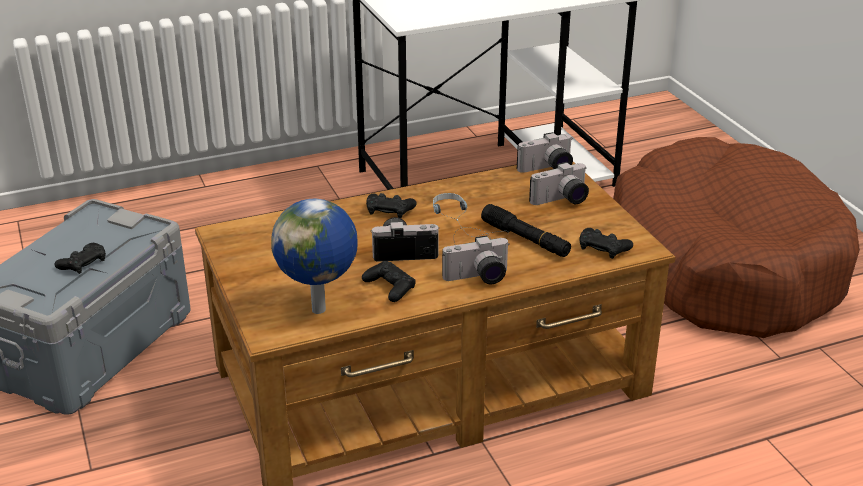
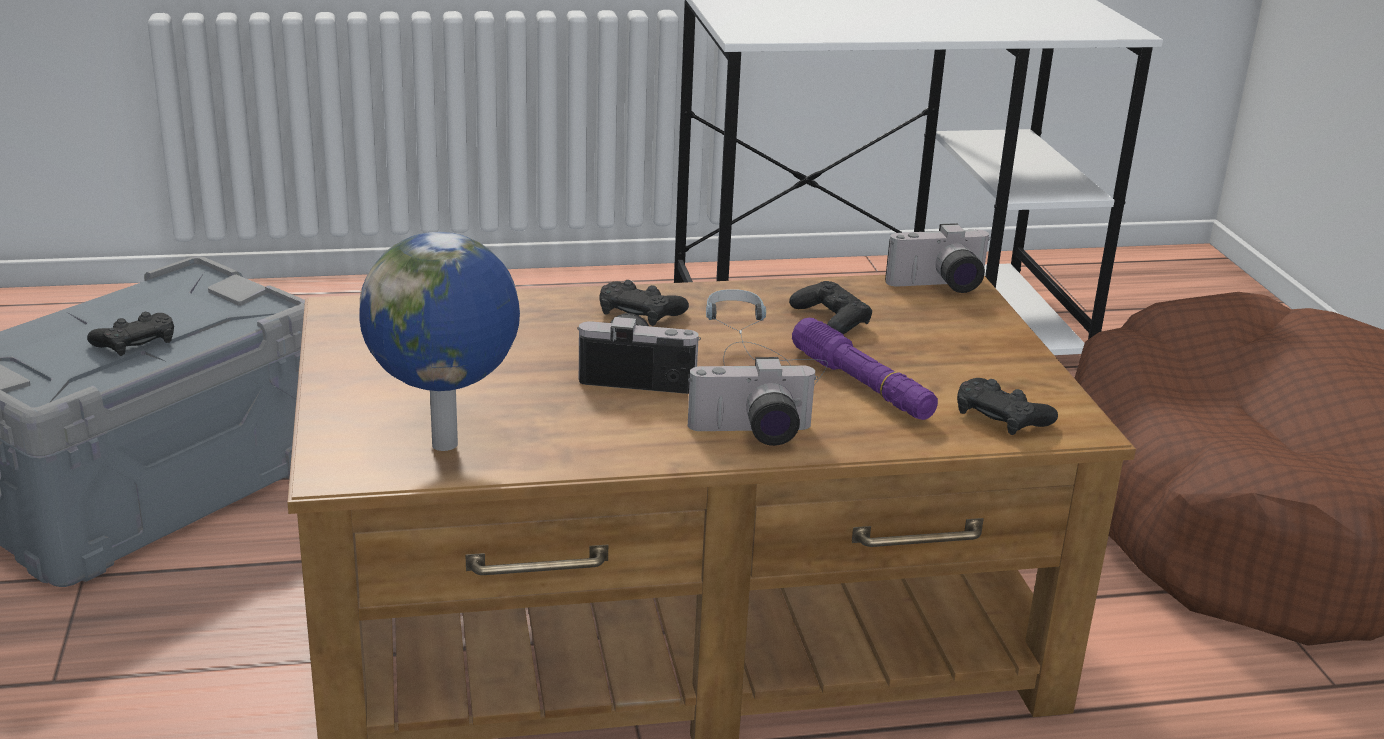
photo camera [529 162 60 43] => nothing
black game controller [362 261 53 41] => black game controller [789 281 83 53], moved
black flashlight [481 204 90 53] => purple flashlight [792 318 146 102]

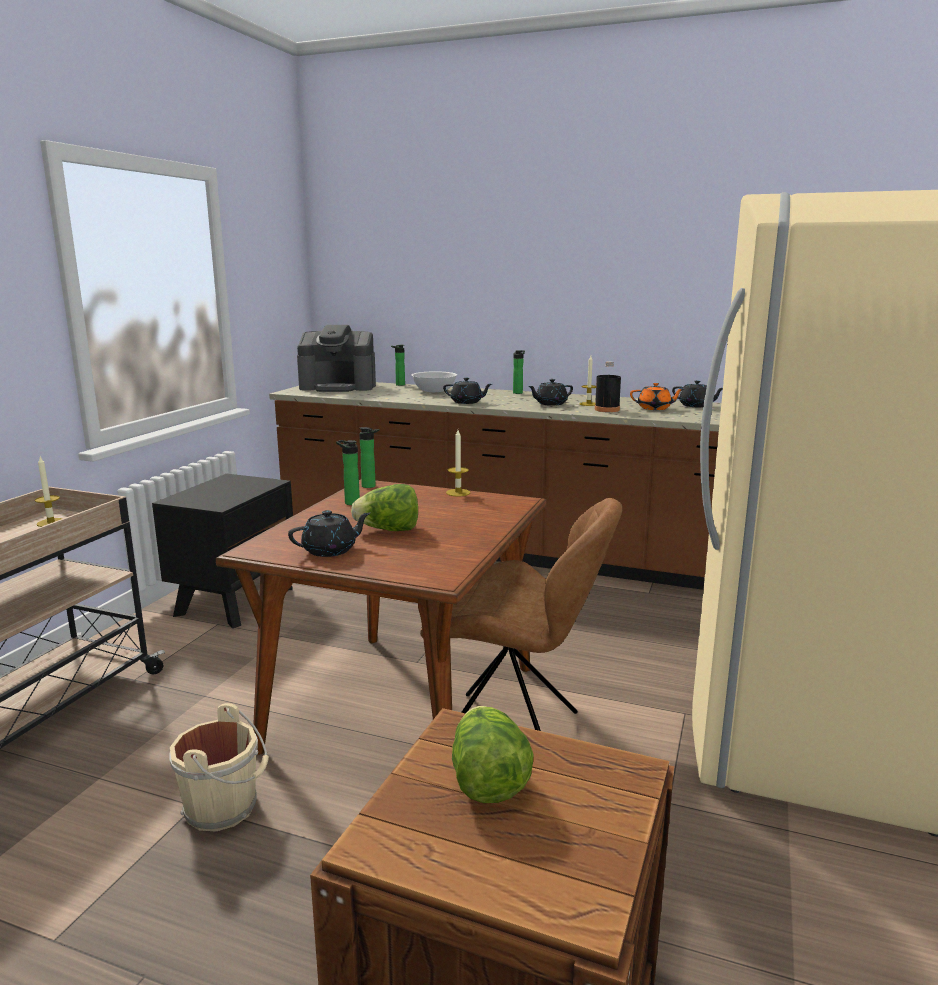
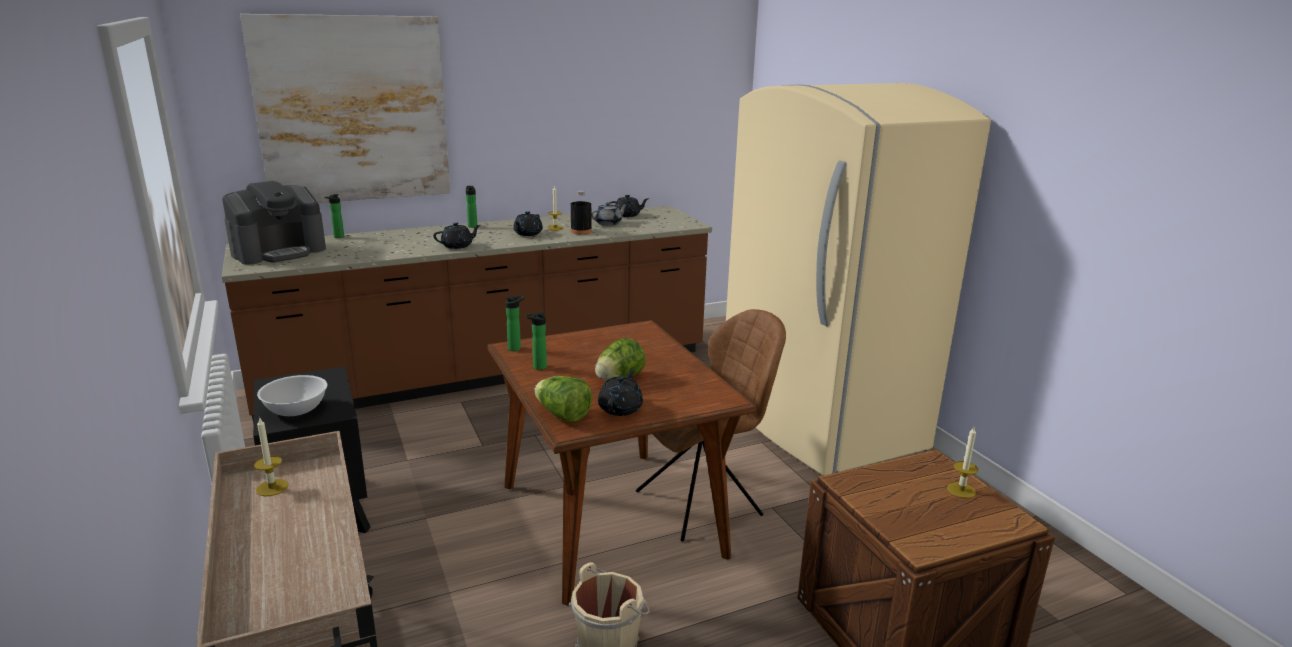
nothing => picture [240 14 210 189]
white bowl [412 371 45 21] => white bowl [257 375 70 41], moved
candle [446 430 24 66] => candle [947 427 31 71], moved
lettuce [452 706 82 97] => lettuce [534 376 58 47], moved
orange teapot [630 383 54 27] => grey teapot [591 202 36 24]

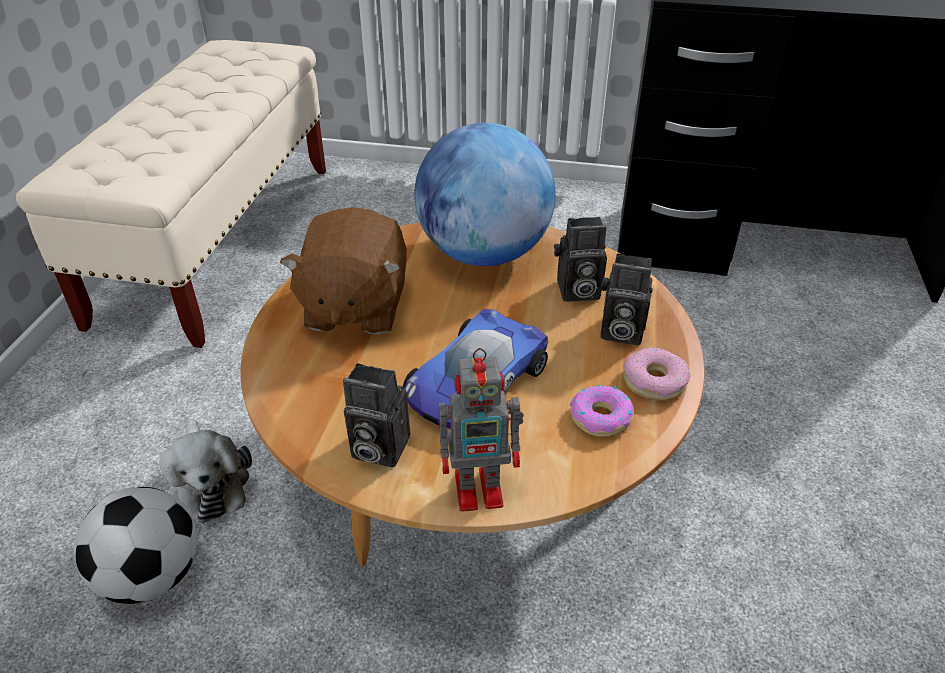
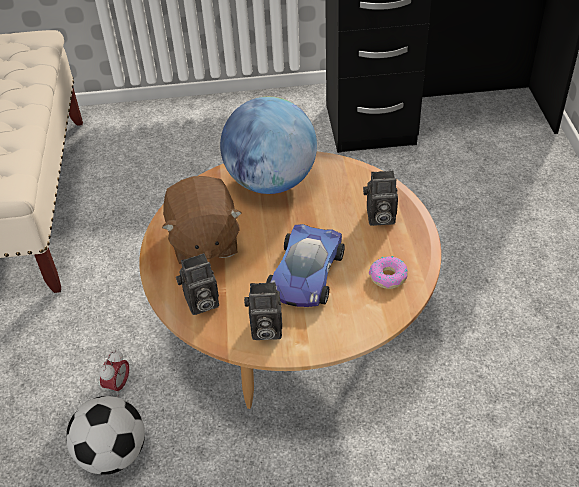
toy robot [439 348 85 164] => nothing
donut [623 347 67 54] => nothing
photo camera [554 217 53 85] => photo camera [176 253 43 62], moved
plush toy [159 419 93 104] => alarm clock [99 349 30 47]

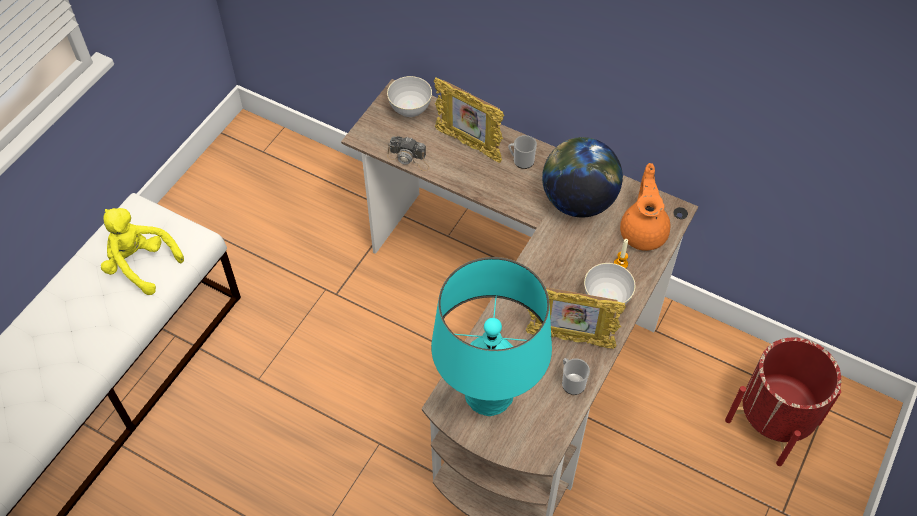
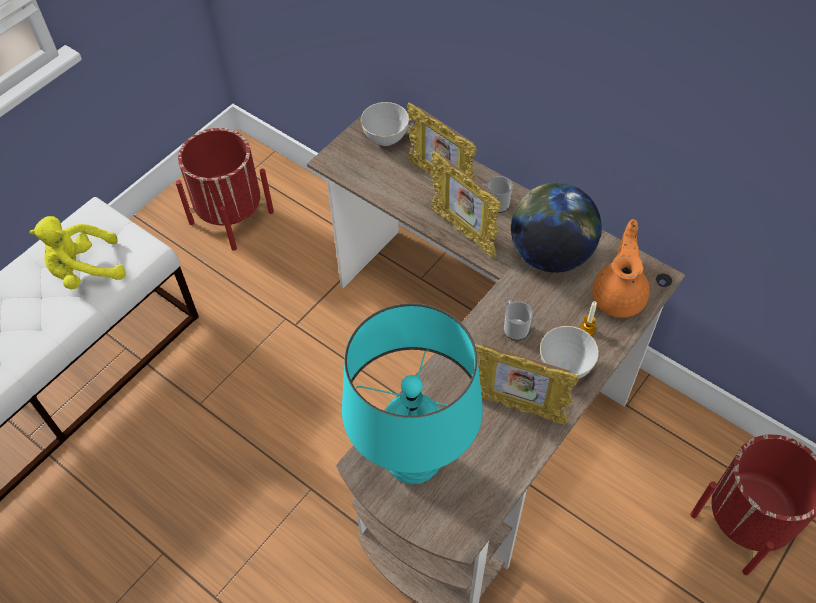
photo camera [387 136 43 35] => nothing
nothing => red planter [175 128 99 123]
nothing => picture frame [431 151 70 107]
mug [562 358 28 37] => mug [504 300 29 40], moved
yellow plush toy [101 208 83 87] => yellow plush toy [29 216 97 74], 60 degrees counterclockwise

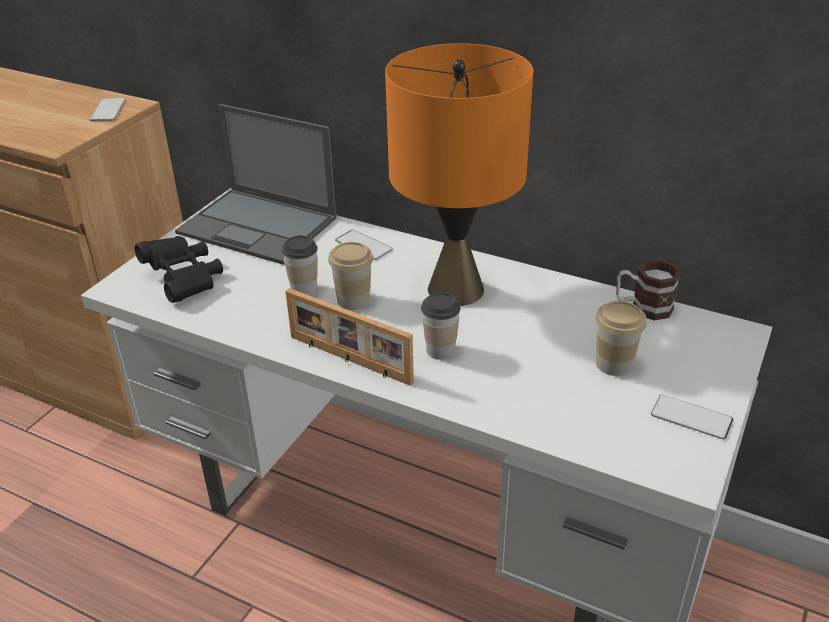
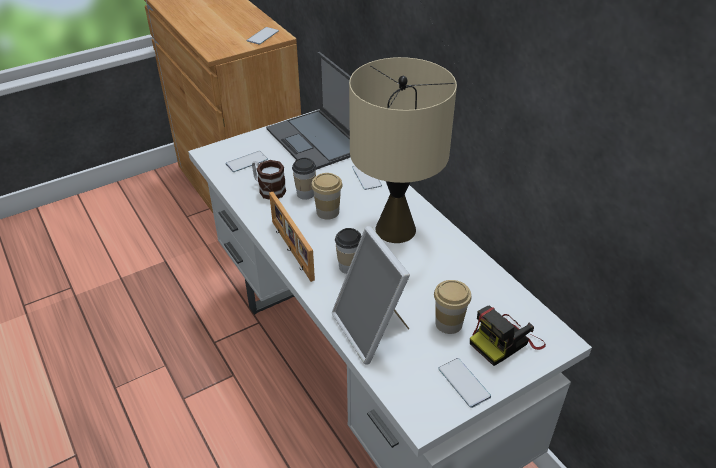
nothing => picture frame [332 226 78 139]
nothing => photo camera [470 306 76 60]
mug [616 259 65 61] => mug [252 160 34 40], moved
black binoculars [135 236 88 67] => phone [225 151 43 21]
orange table lamp [385 43 148 263] => beige table lamp [349 57 108 186]

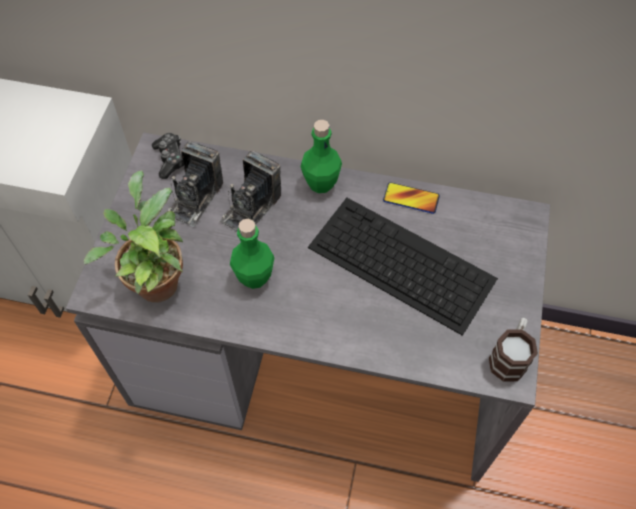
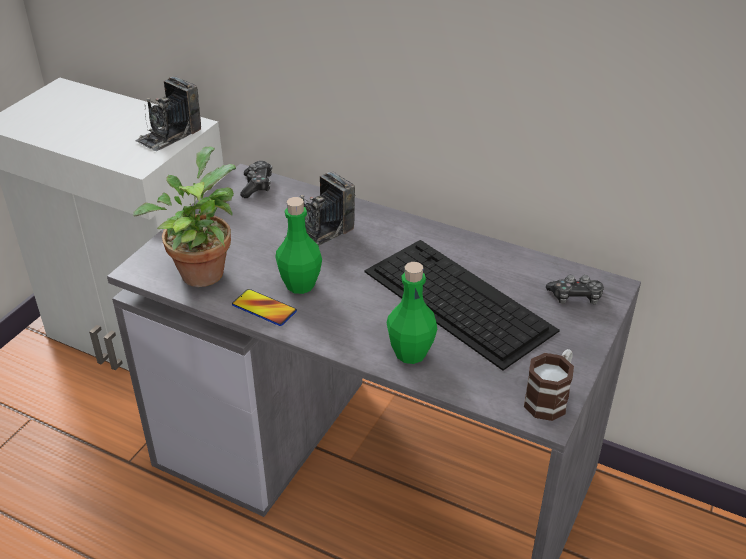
nothing => game controller [546 275 58 29]
photo camera [168 141 55 86] => photo camera [135 76 66 75], moved
green bottle [301 120 41 73] => green bottle [387 262 50 102], moved
phone [383 182 57 32] => phone [232 289 65 37], moved

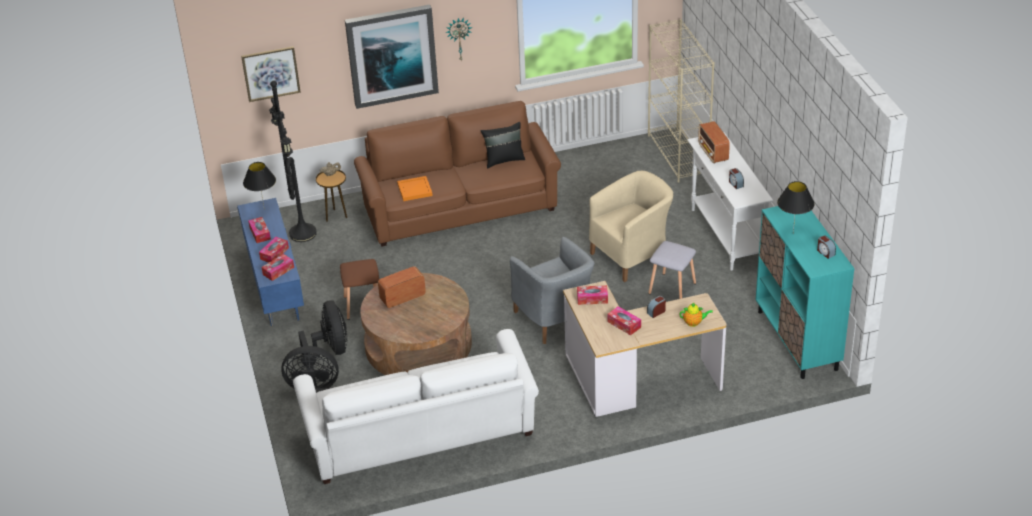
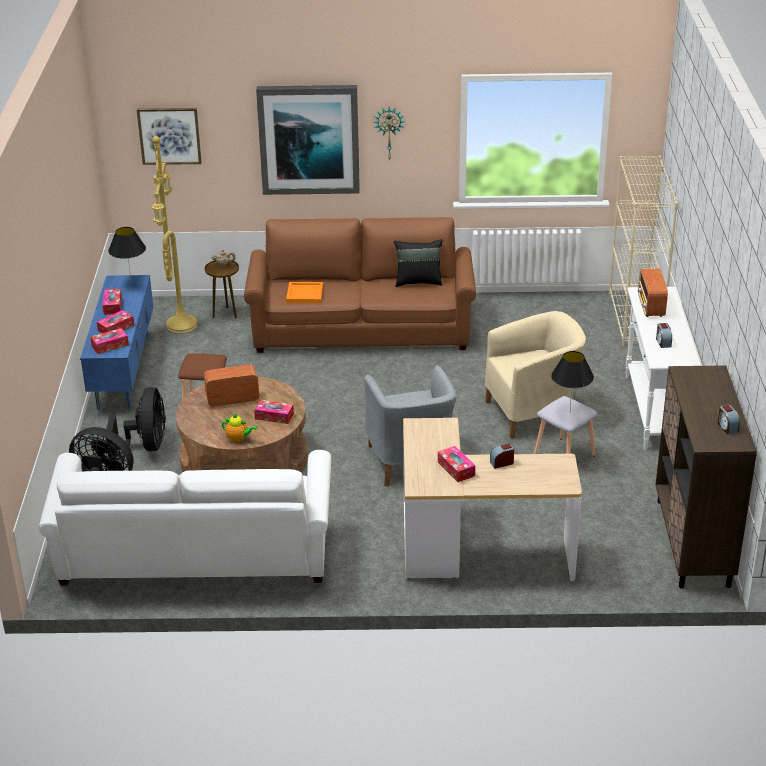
tissue box [577 285 31 20] => tissue box [254 400 40 24], moved
teapot [679 303 34 24] => teapot [222 413 35 29], moved
black table lamp [777 181 38 52] => black table lamp [551 351 43 58], moved
black floor lamp [269 81 48 161] => yellow floor lamp [152 136 45 198]
turquoise cabinet [756 206 98 173] => brown cabinet [656 365 101 224]

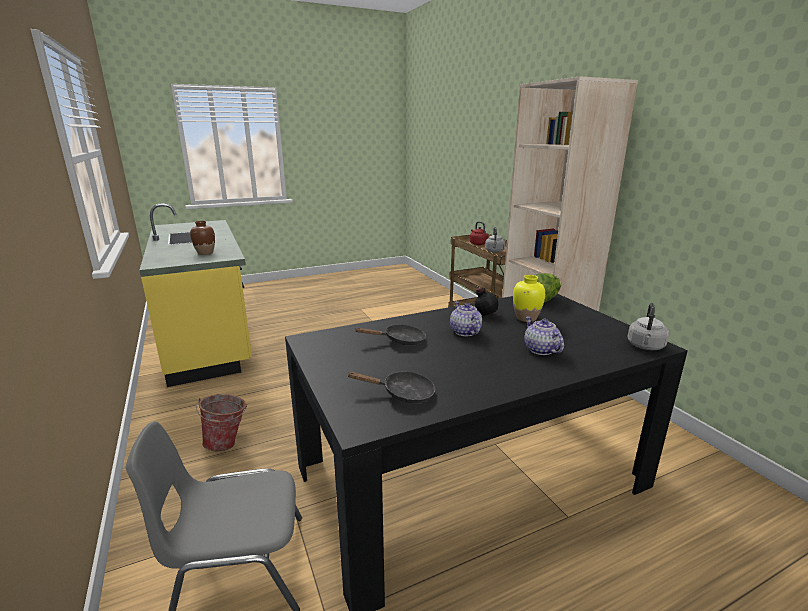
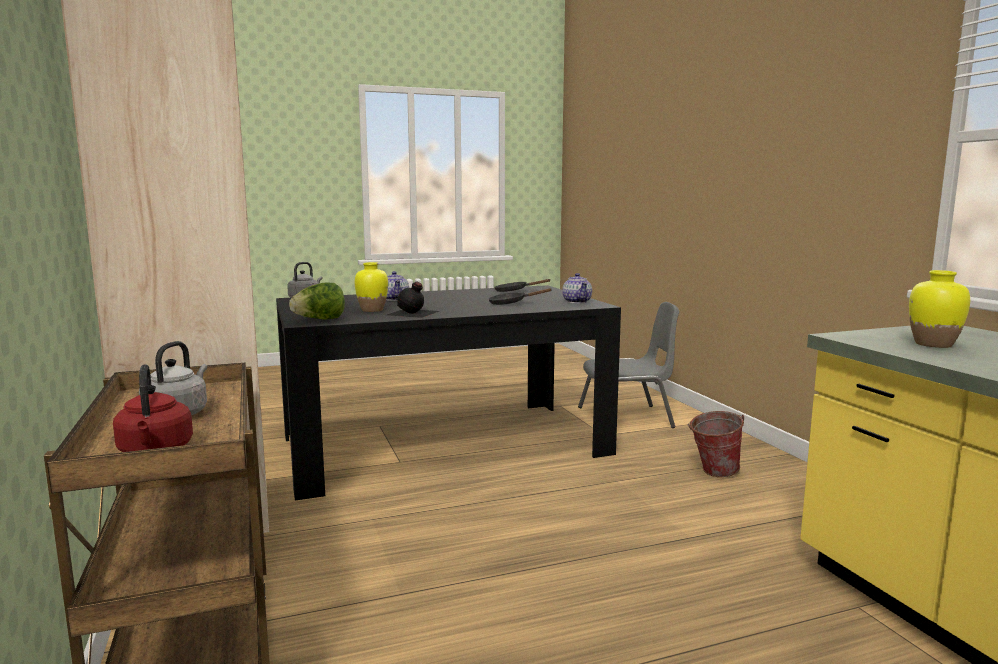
teapot [450 302 32 34] => teapot [562 273 30 30], moved
brown vase [190 221 25 34] => yellow vase [909 270 61 78]

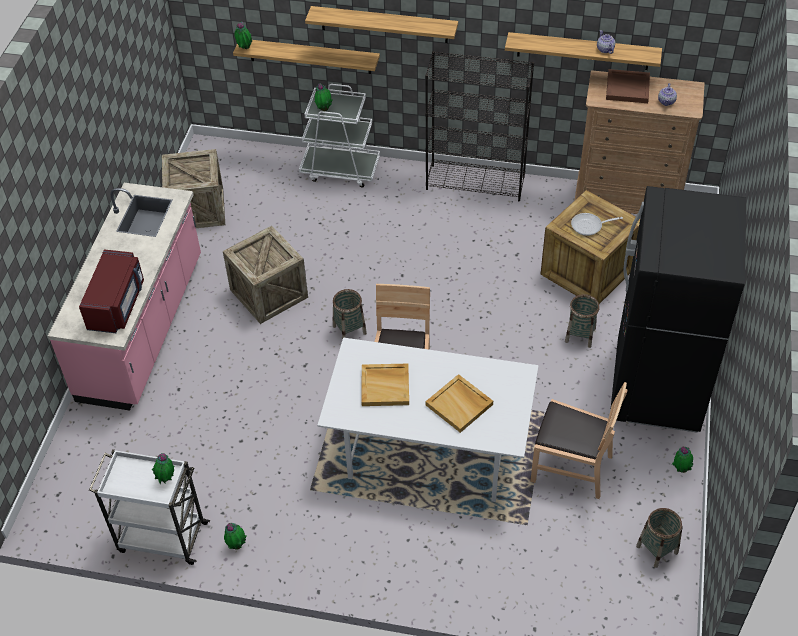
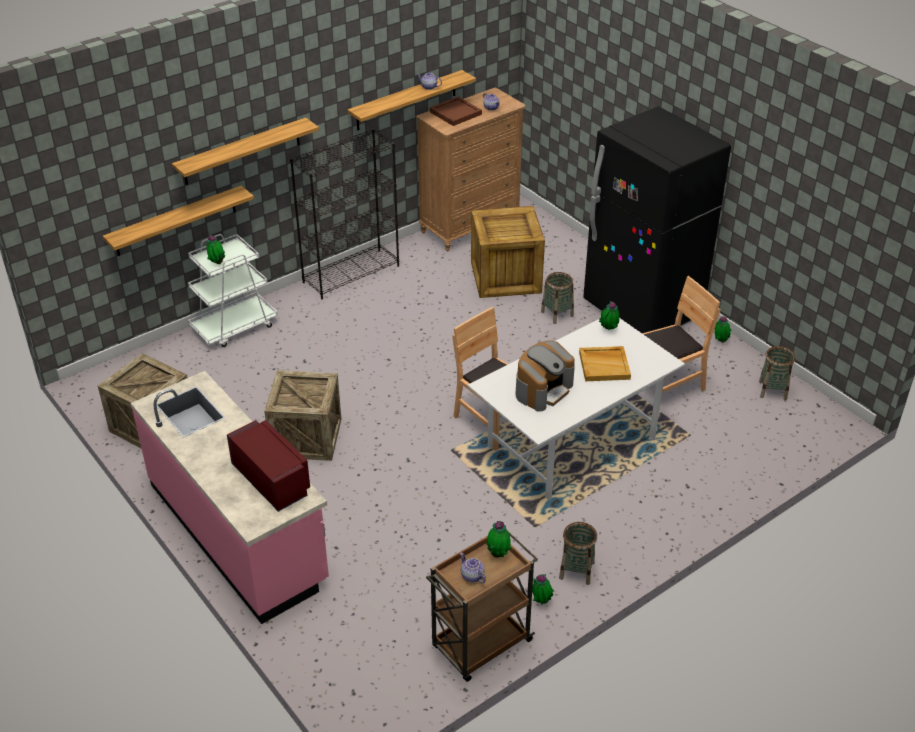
frying pan [571 213 52 23] => nothing
nothing => teapot [460 553 26 30]
potted plant [234 22 18 27] => potted plant [599 301 21 29], moved
basket [333 289 34 51] => basket [559 522 38 63], moved
beige tray [361 364 48 42] => coffee machine [516 340 59 72]
white cart [89 449 121 116] => brown cart [426 530 112 152]

